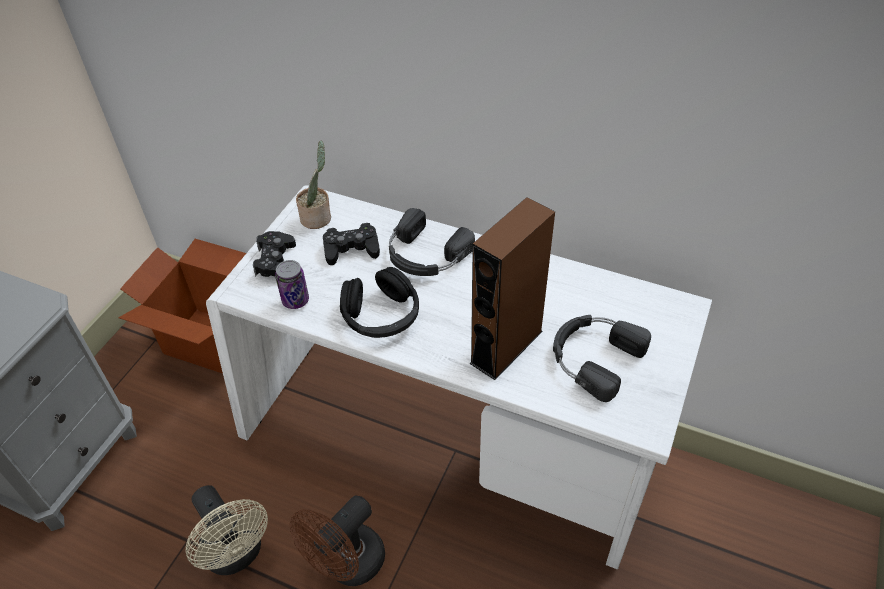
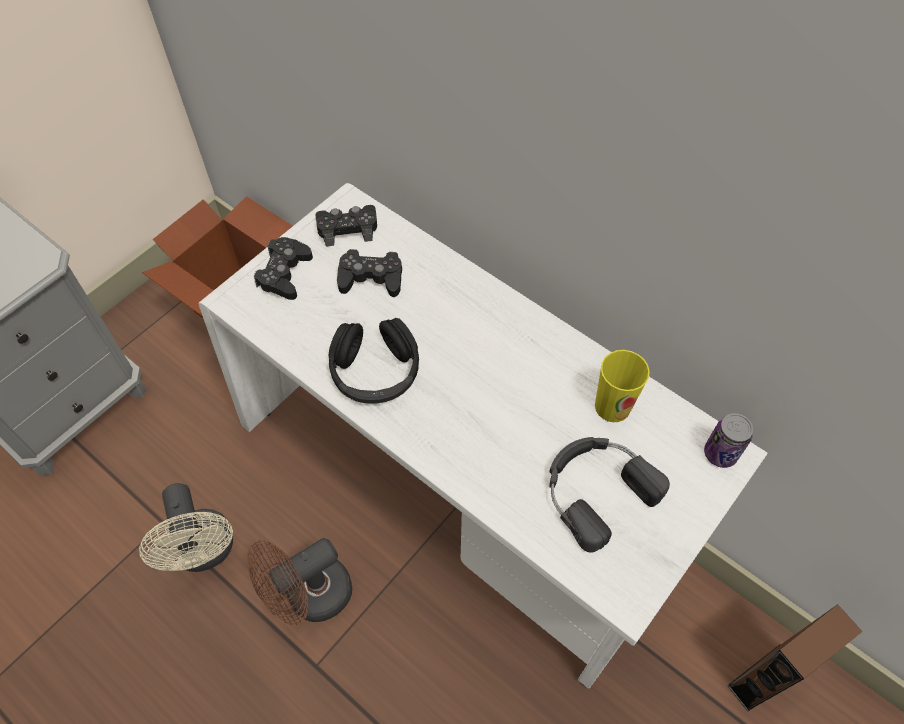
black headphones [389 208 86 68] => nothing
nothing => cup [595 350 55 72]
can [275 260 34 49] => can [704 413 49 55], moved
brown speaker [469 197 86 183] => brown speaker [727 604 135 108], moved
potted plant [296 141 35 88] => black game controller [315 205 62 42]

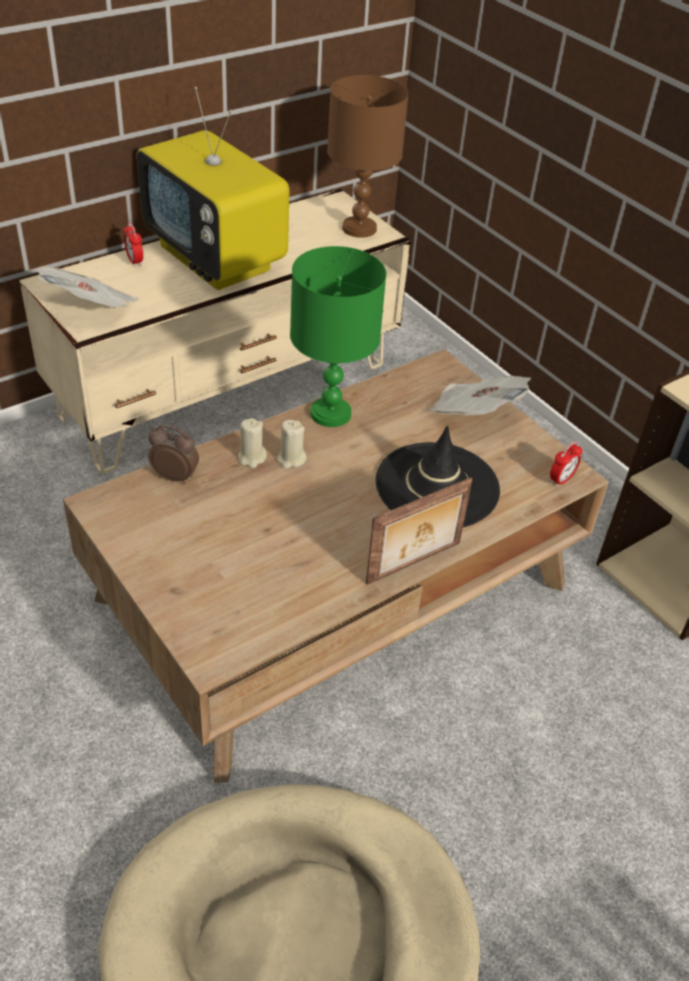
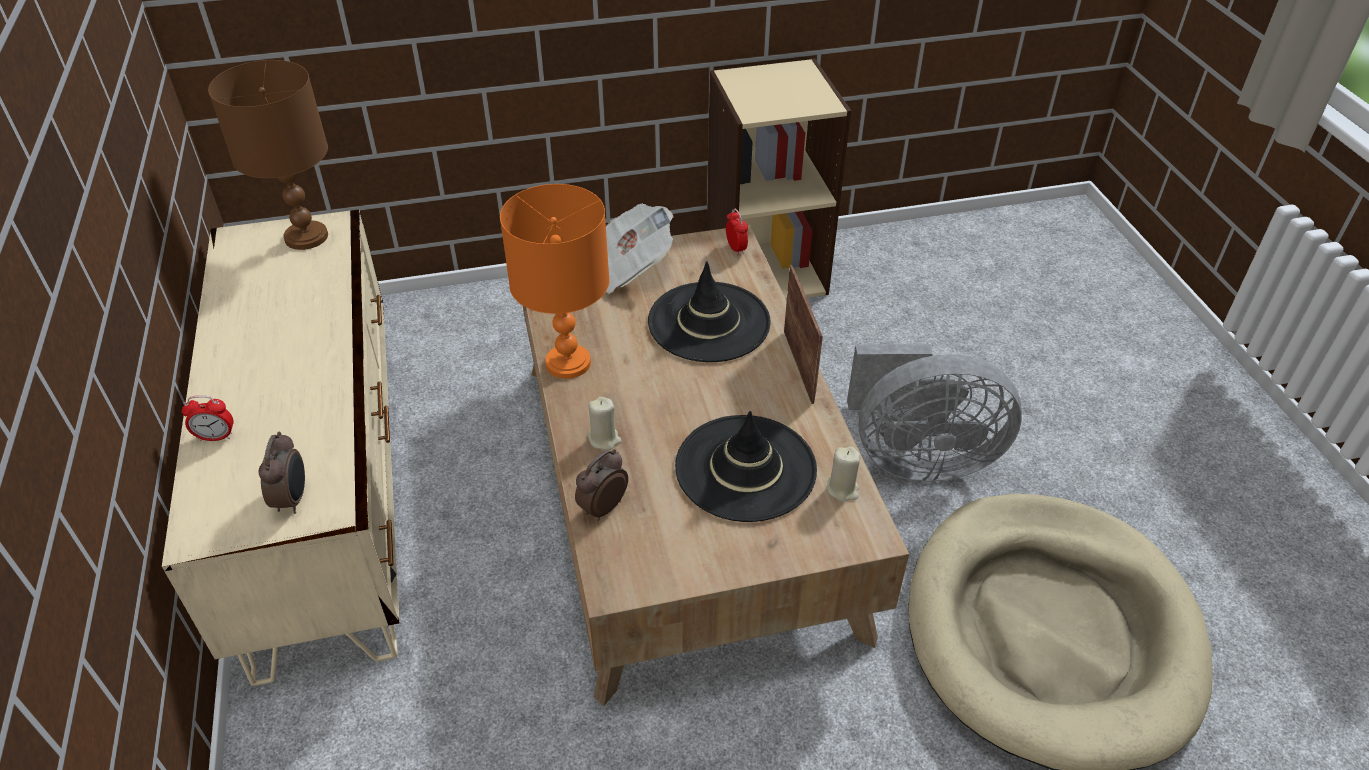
television [137 87 152 203] => nothing
nothing => black hat [675 411 142 111]
nothing => grey fan [847 344 175 138]
beige candle [277 420 30 49] => beige candle [827 446 33 56], moved
newspaper [35 266 104 42] => alarm clock [259 432 46 82]
green table lamp [290 246 96 181] => orange table lamp [500 184 110 195]

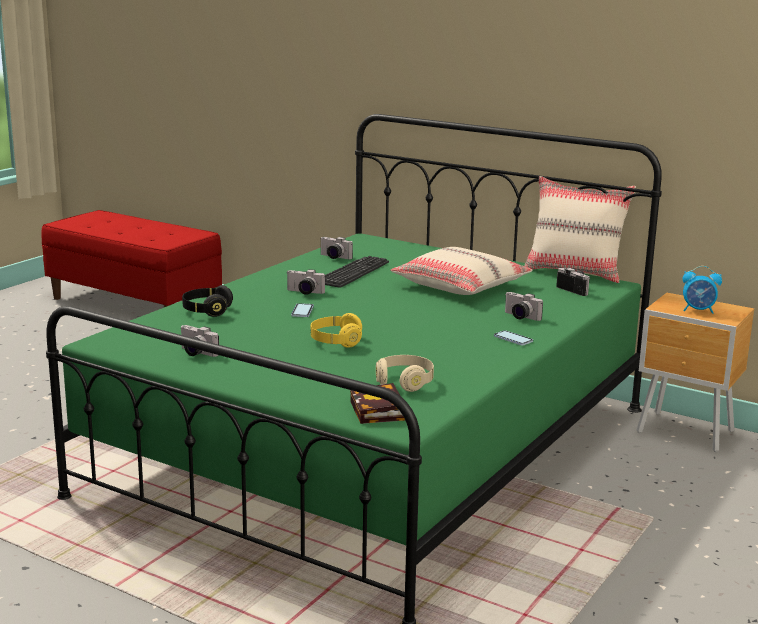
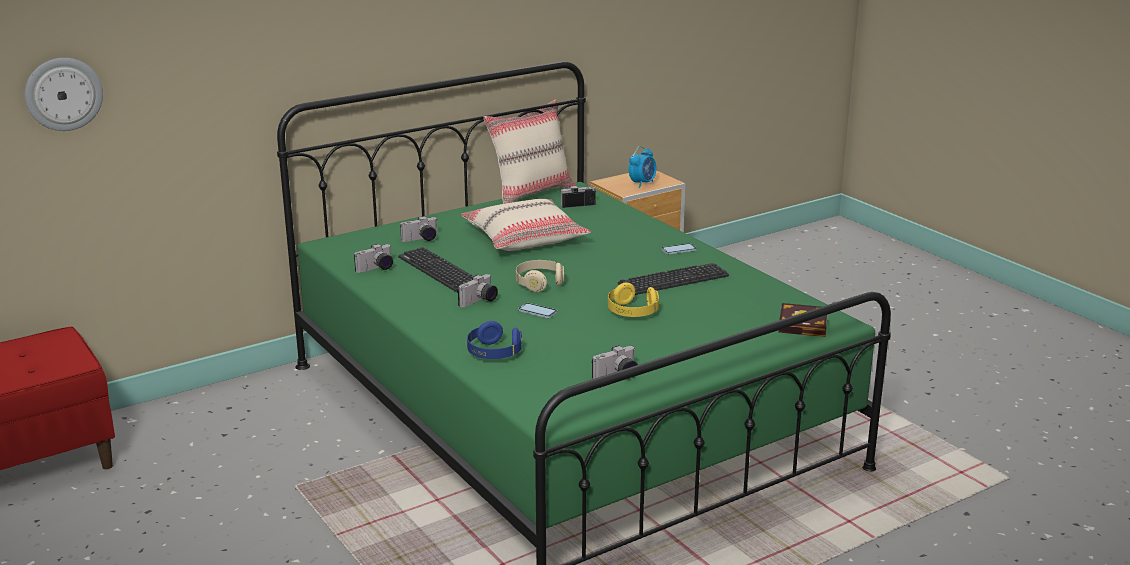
nothing => wall clock [25 58 78 73]
nothing => keyboard [618 263 111 32]
beige headphones [376 355 58 37] => beige headphones [516 260 48 32], moved
photo camera [505 292 38 29] => photo camera [400 216 37 26], moved
black headphones [182 285 51 32] => blue headphones [467 321 55 38]

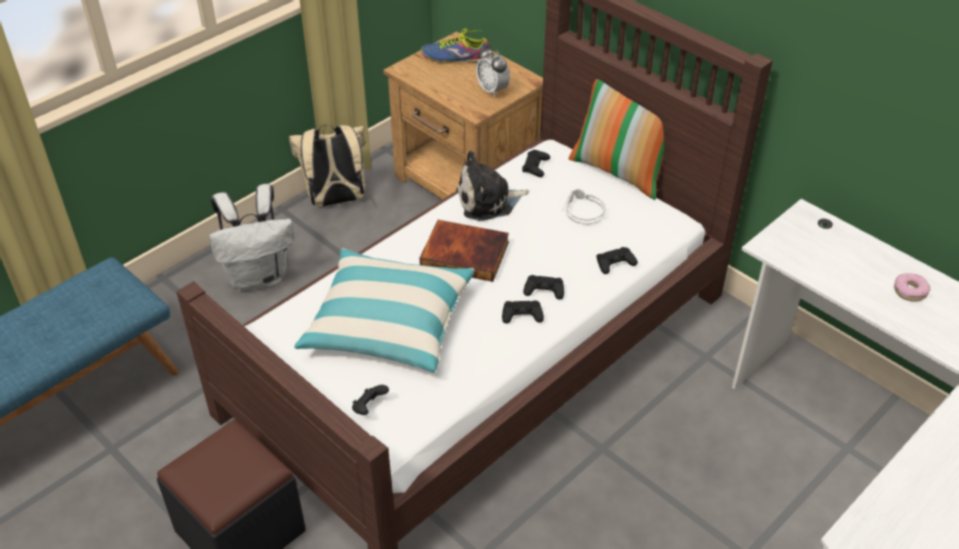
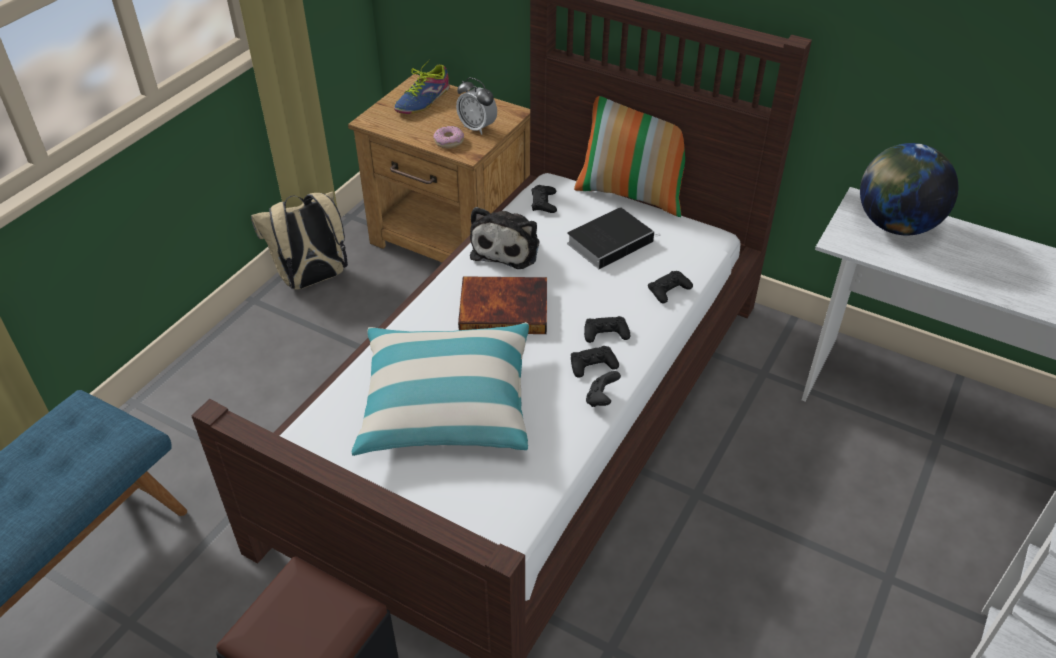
white backpack [209 184 85 107] => nothing
nothing => globe [860 143 98 92]
black game controller [352 385 37 30] => black game controller [586 371 35 36], moved
donut [894 273 36 28] => donut [434 126 30 22], moved
grey headphones [562 189 43 35] => book [567 207 93 62]
shoe [421 29 68 35] => shoe [394 60 56 54], 45 degrees counterclockwise
plush toy [456 151 73 70] => plush toy [470 207 69 62], 45 degrees counterclockwise

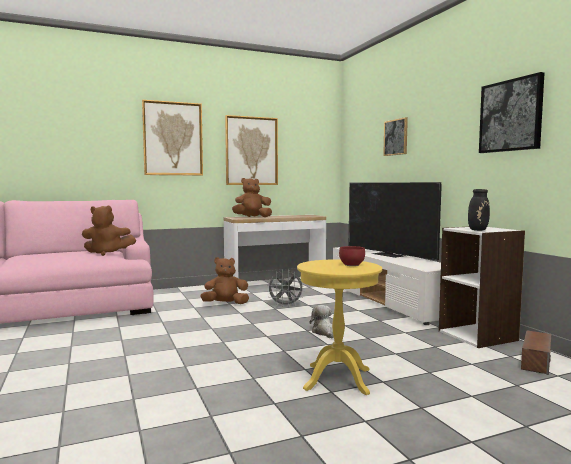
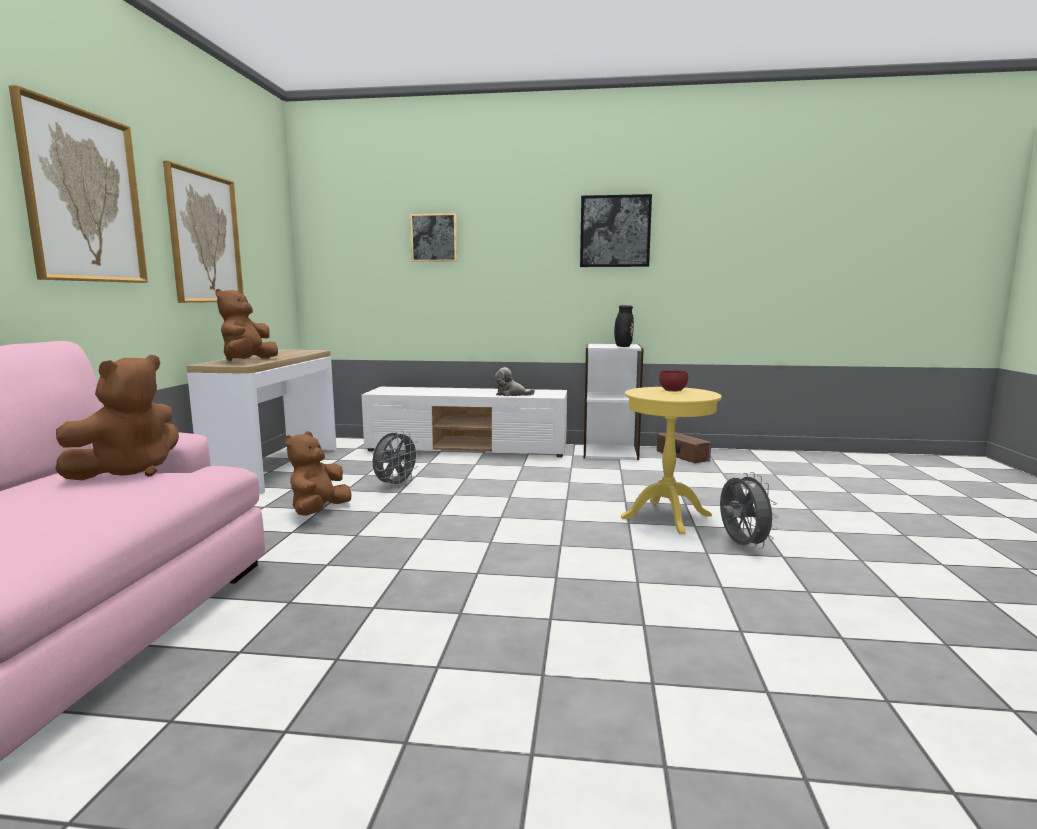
television [349 182 93 78] => nothing
nothing => grey fan [720 472 59 77]
plush toy [309 305 25 33] => plush toy [495 367 40 29], moved

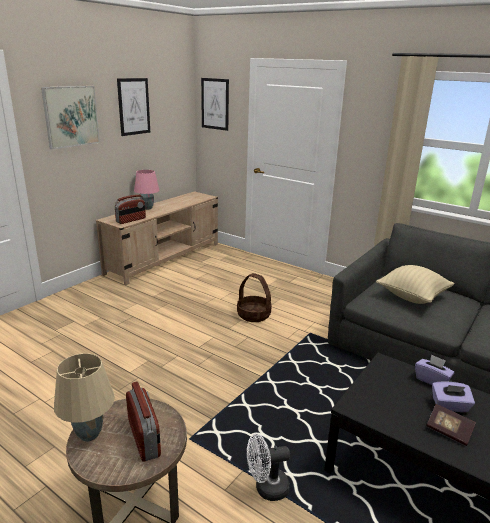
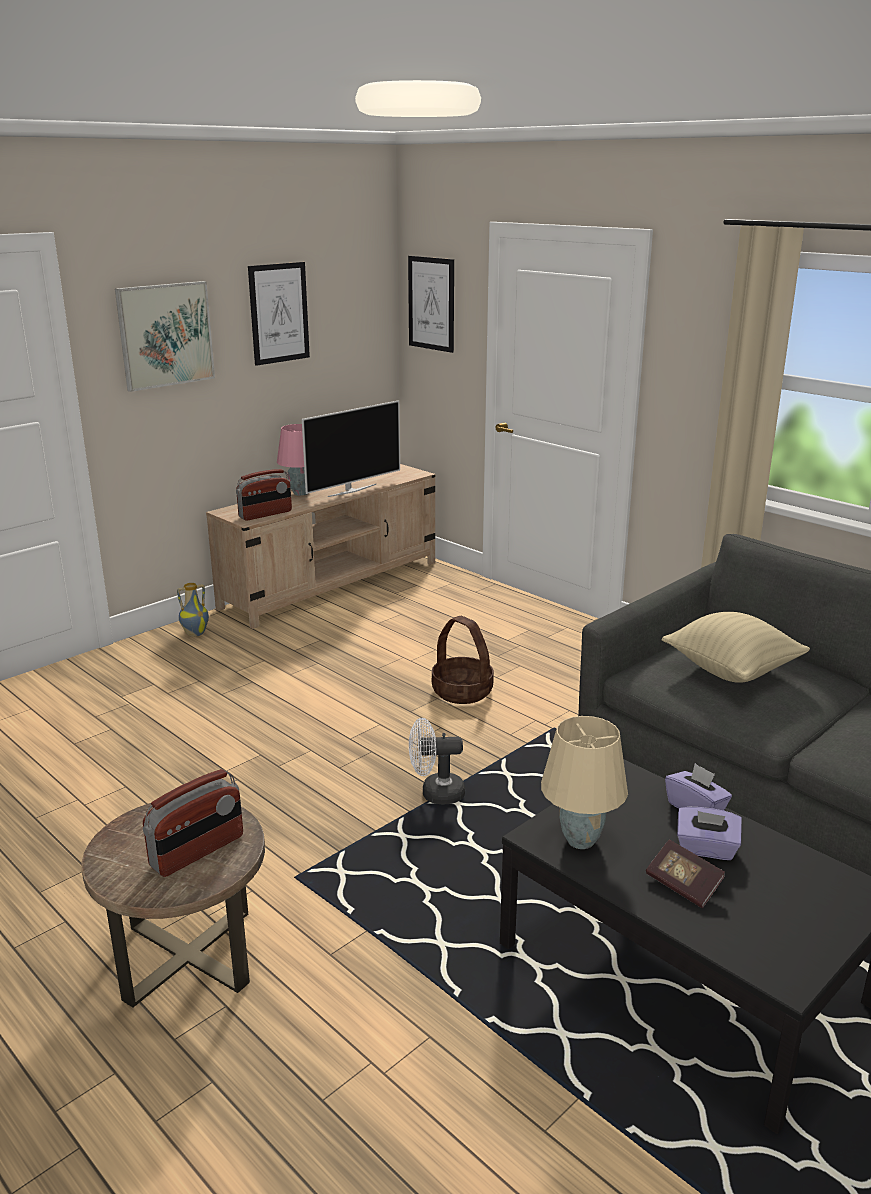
nothing => vase [177 583 32 54]
nothing => television [302 400 98 97]
beige table lamp [54 353 61 88] => beige table lamp [541 716 87 133], moved
white fan [247 433 43 68] => white fan [409 718 56 86], moved
radio [126 381 35 81] => radio [143 769 100 108], 60 degrees clockwise

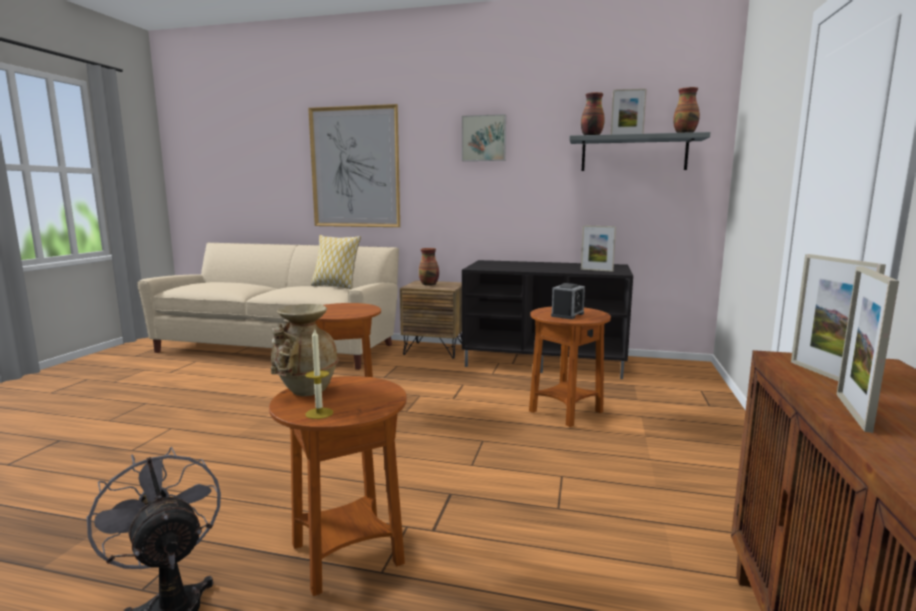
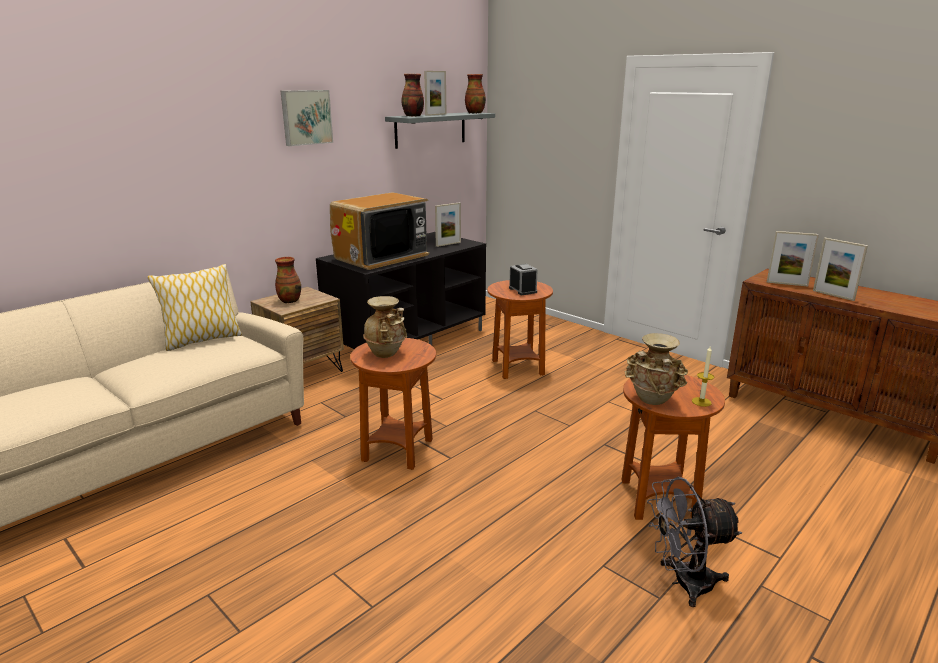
picture [308 104 92 123] => nothing
nothing => television [330 192 99 78]
nothing => beige vase [363 296 44 62]

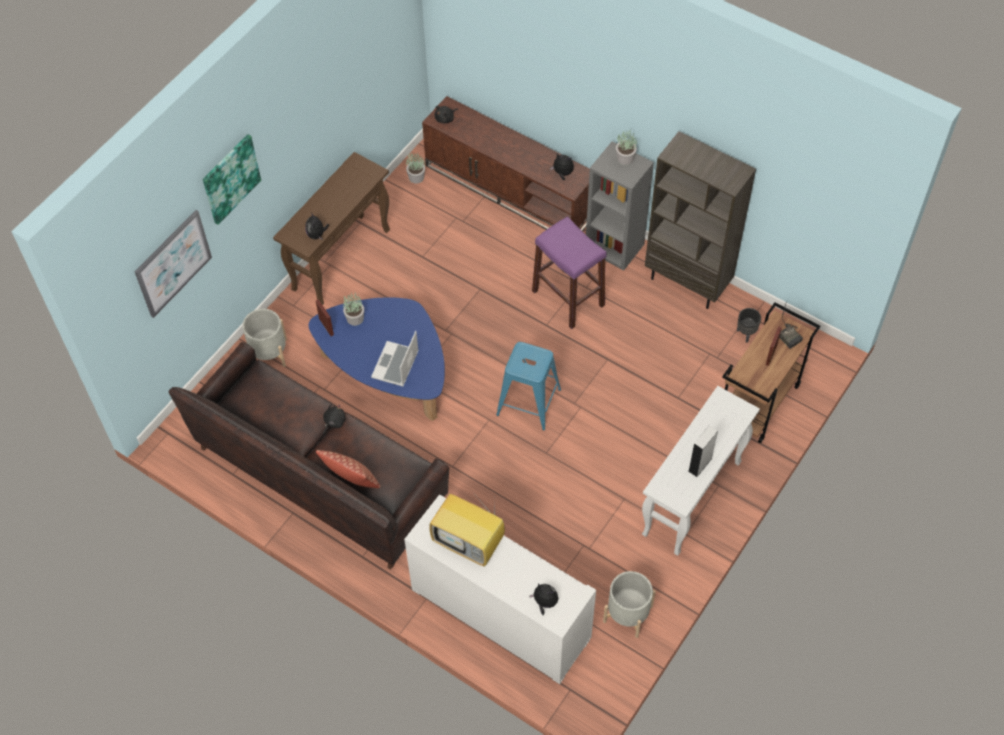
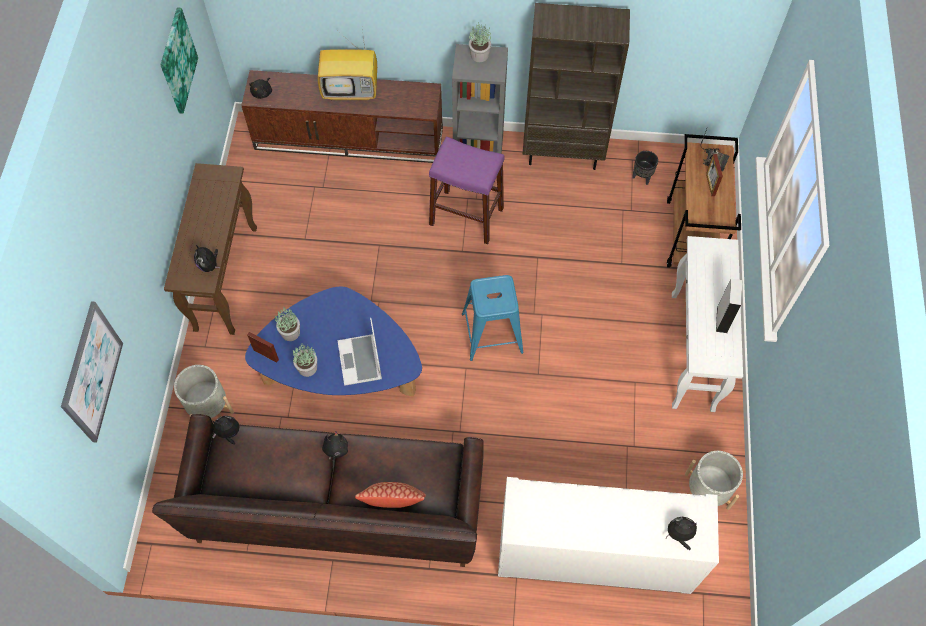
picture [203 134 58 90] => picture [160 7 38 107], moved
potted plant [406 153 19 31] => potted plant [293 344 24 33], moved
television [429 491 76 76] => television [317 29 60 71], moved
plush toy [550 154 24 26] => plush toy [212 416 27 29], moved

